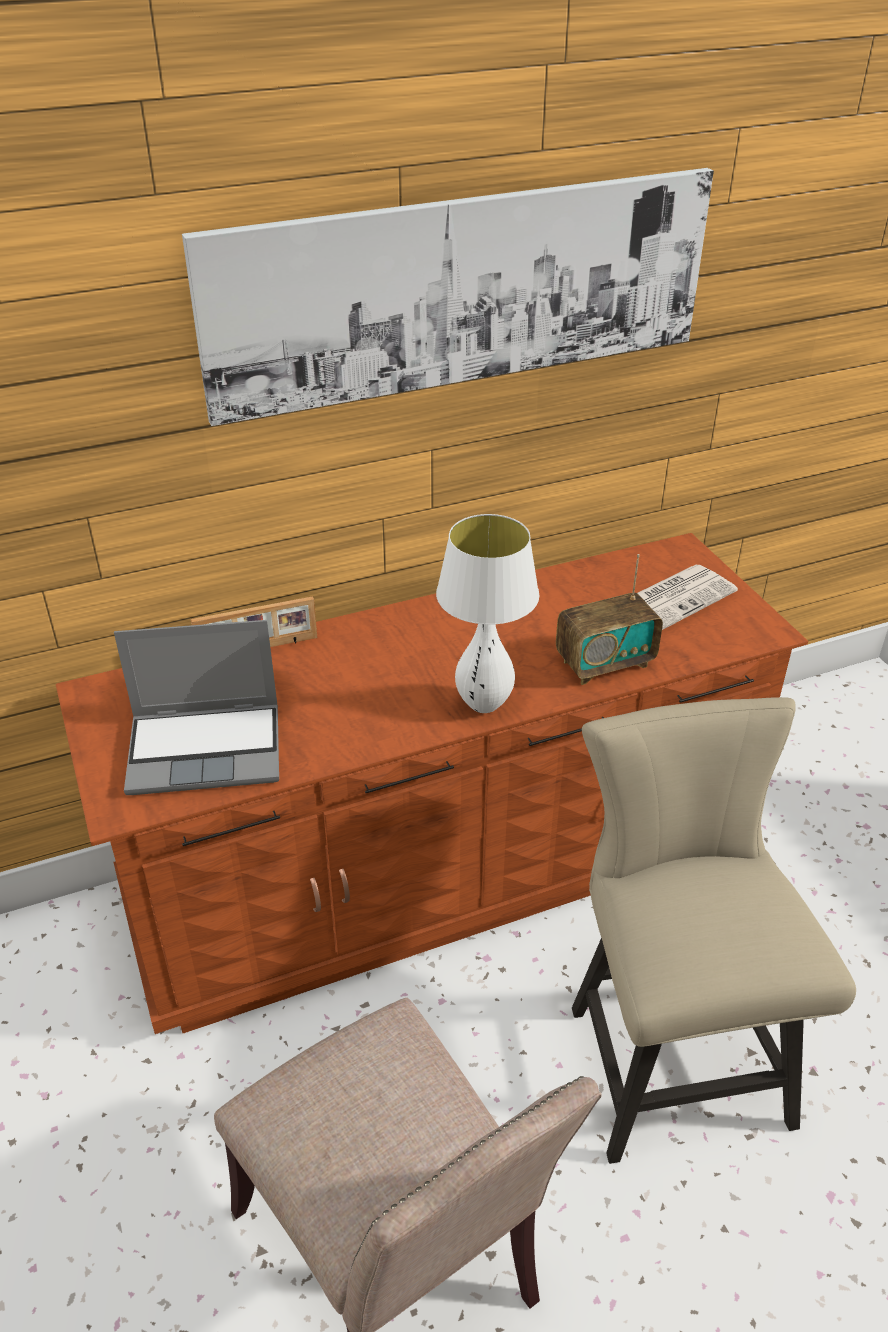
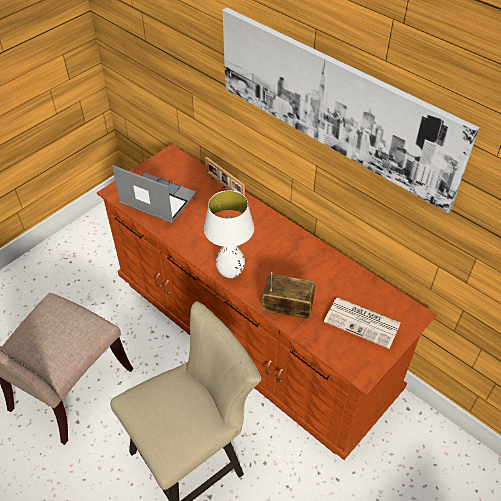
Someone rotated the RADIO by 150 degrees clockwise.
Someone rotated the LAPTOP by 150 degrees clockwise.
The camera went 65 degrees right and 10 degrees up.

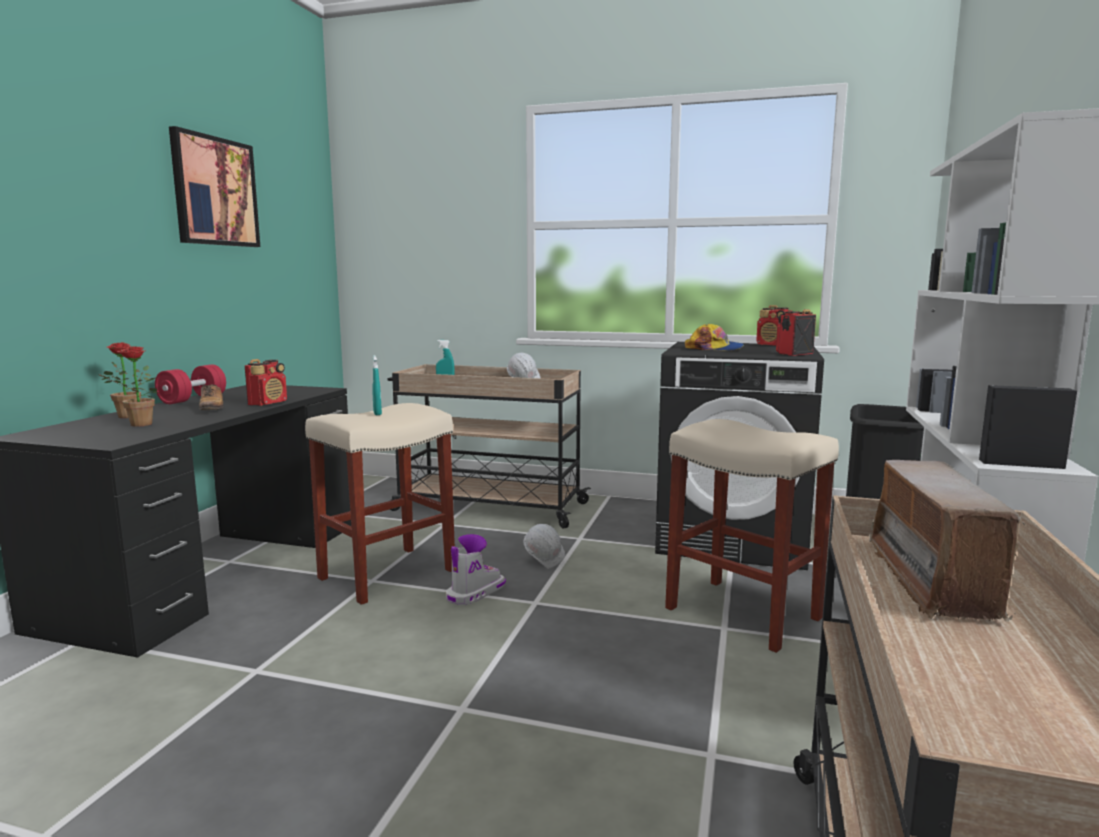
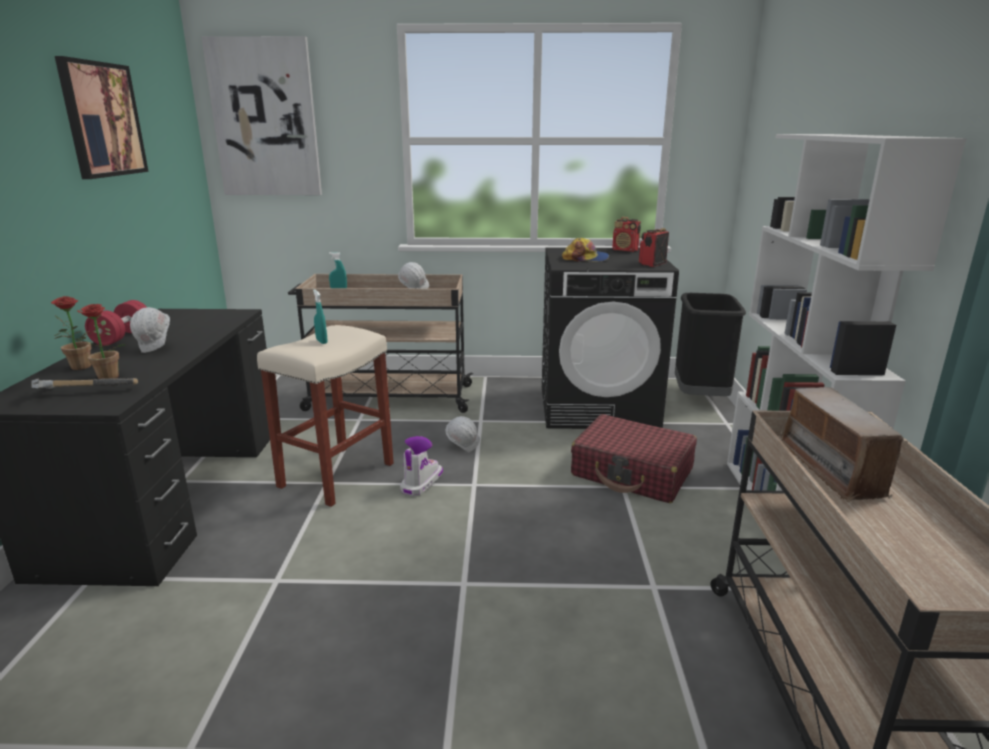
Someone took away the RADIO (no. 1 from left).
Someone swapped the SHOE for the WHITE HARD HAT (no. 1 from left).
Someone swapped the BEIGE STOOL (no. 2 from left) for the RED SUITCASE.
Someone put up the PICTURE (no. 2 from left).
Someone put down the HAMMER.
The camera went 15 degrees left and 10 degrees up.

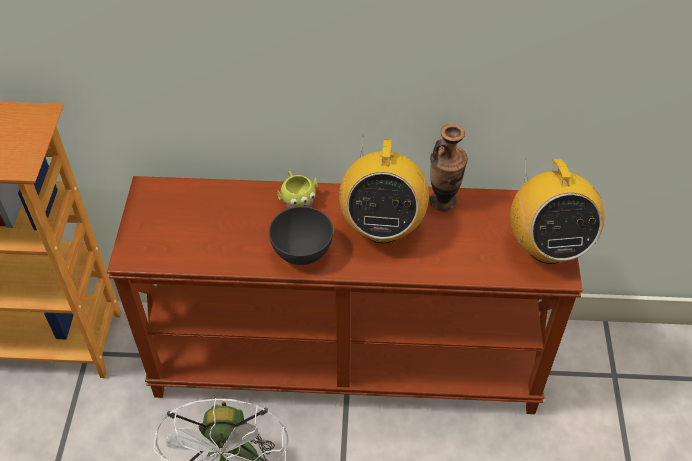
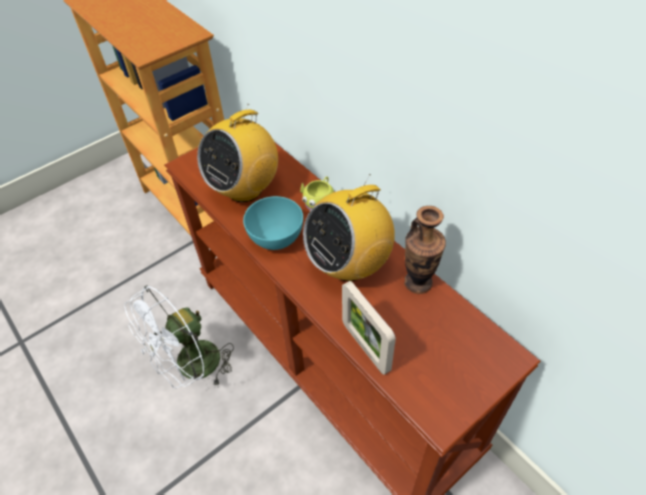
Someone carried the RADIO (no. 2 from left in the first image).
Someone repainted the GREY BOWL, which became the TURQUOISE BOWL.
Someone put down the PICTURE FRAME.
The camera went 50 degrees right and 0 degrees up.

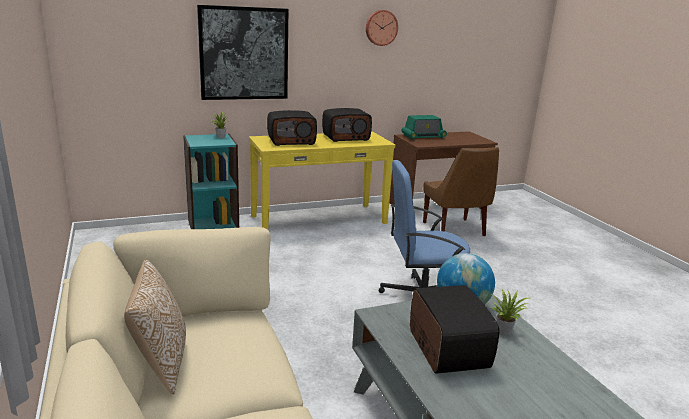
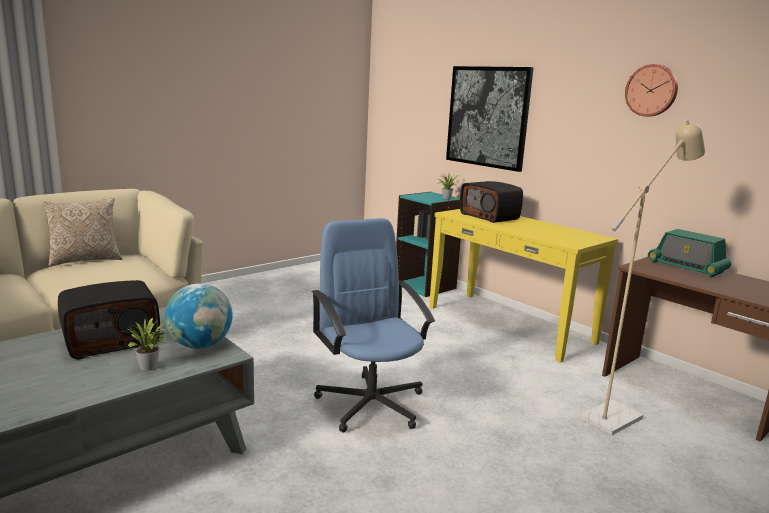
Someone took away the RADIO (no. 2 from left).
Someone swapped the BROWN CHAIR for the BEIGE FLOOR LAMP.
The camera went 70 degrees right and 5 degrees down.

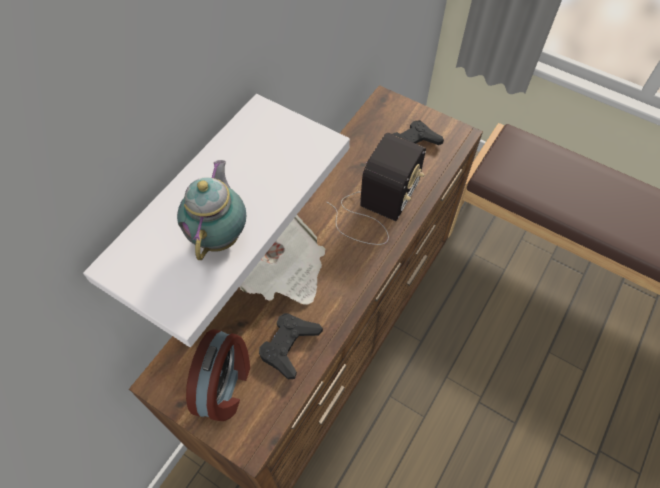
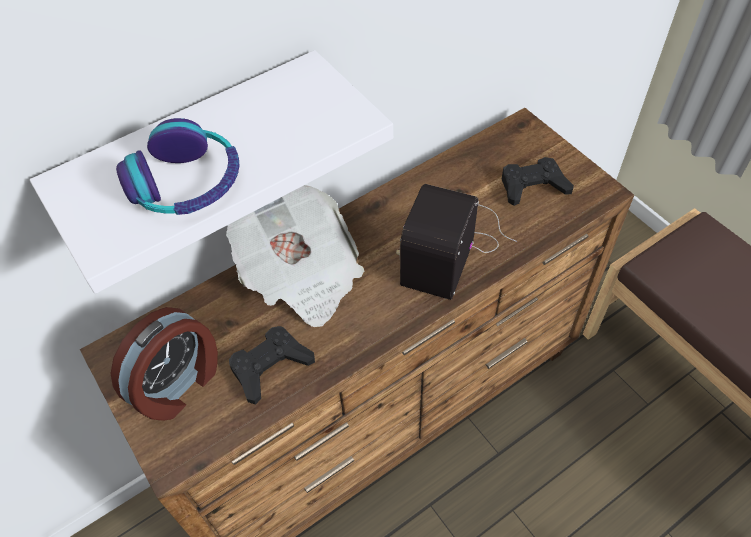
Someone rotated the RADIO by 150 degrees clockwise.
Someone swapped the TEAPOT for the HEADPHONES.
The camera went 25 degrees right and 5 degrees down.

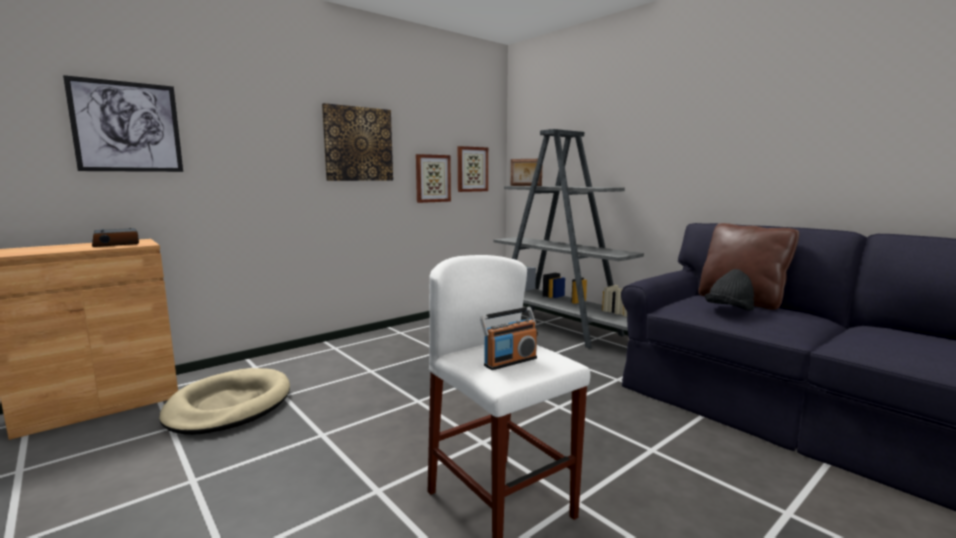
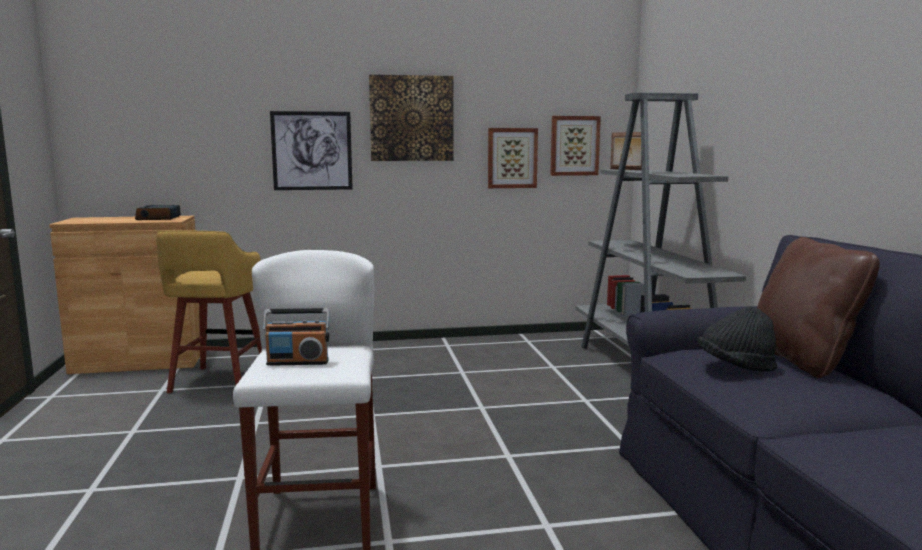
Someone carried the PICTURE (no. 1 from left).
Someone swapped the BEIGE DOG BED for the YELLOW STOOL.
The camera went 30 degrees right and 0 degrees up.

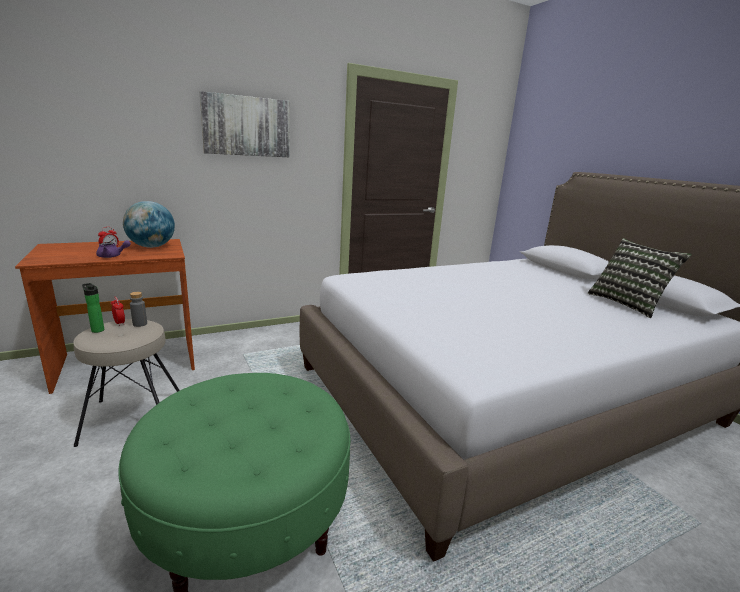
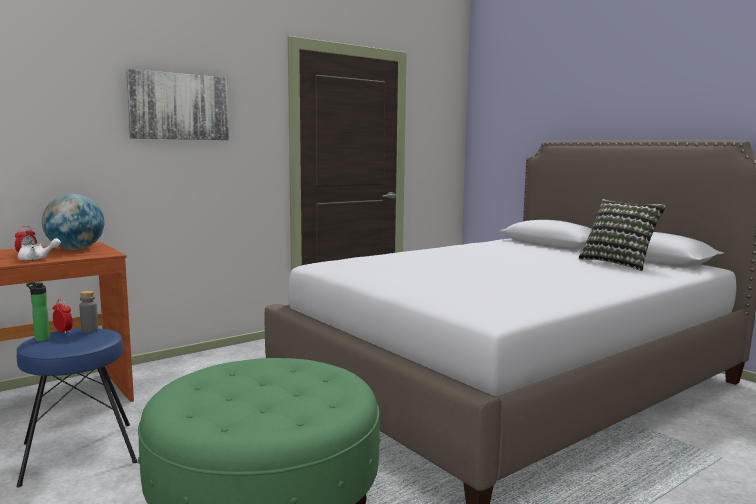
Someone repainted the PURPLE TEAPOT, which became the WHITE TEAPOT.
Someone repainted the BEIGE STOOL, which became the BLUE STOOL.
The camera went 10 degrees left and 10 degrees down.

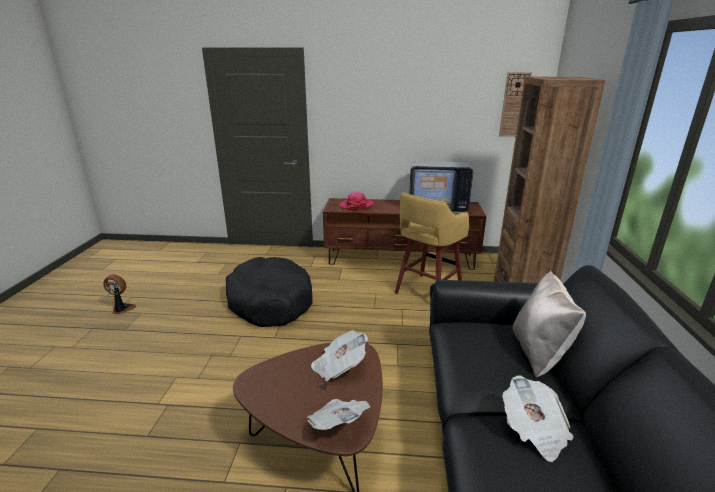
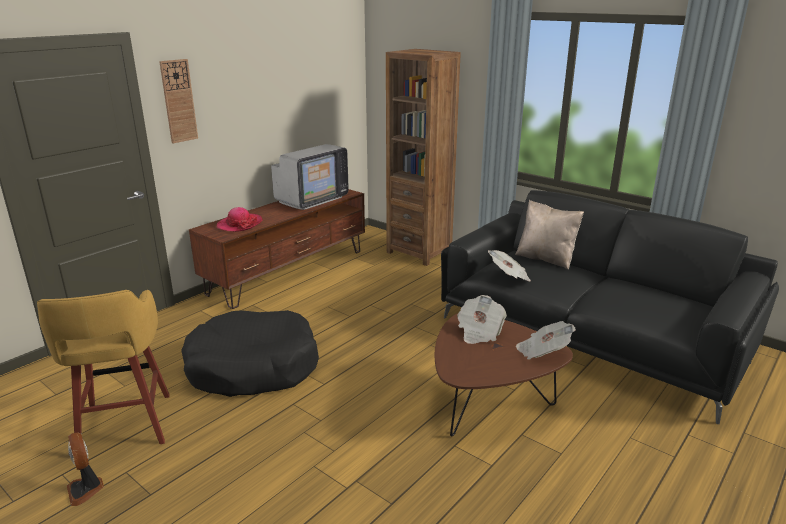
Someone carried the WALL CLOCK.
Someone carried the YELLOW STOOL.
Someone rotated the FAN by 75 degrees counterclockwise.
Someone carried the NEWSPAPER (no. 3 from left in the first image).
The camera went 55 degrees left and 0 degrees up.

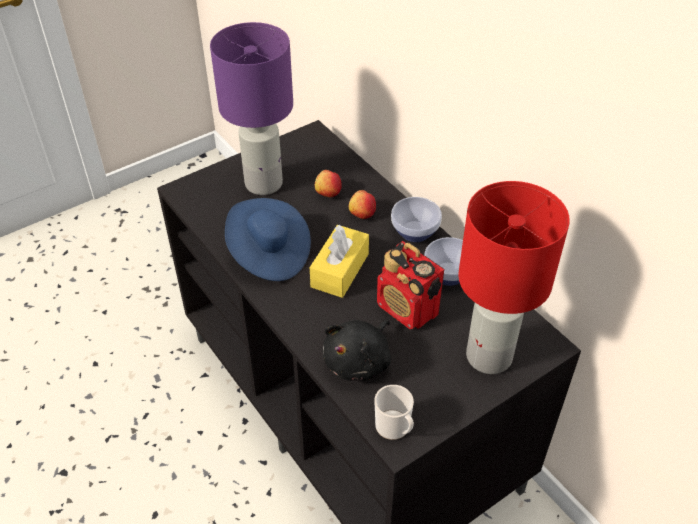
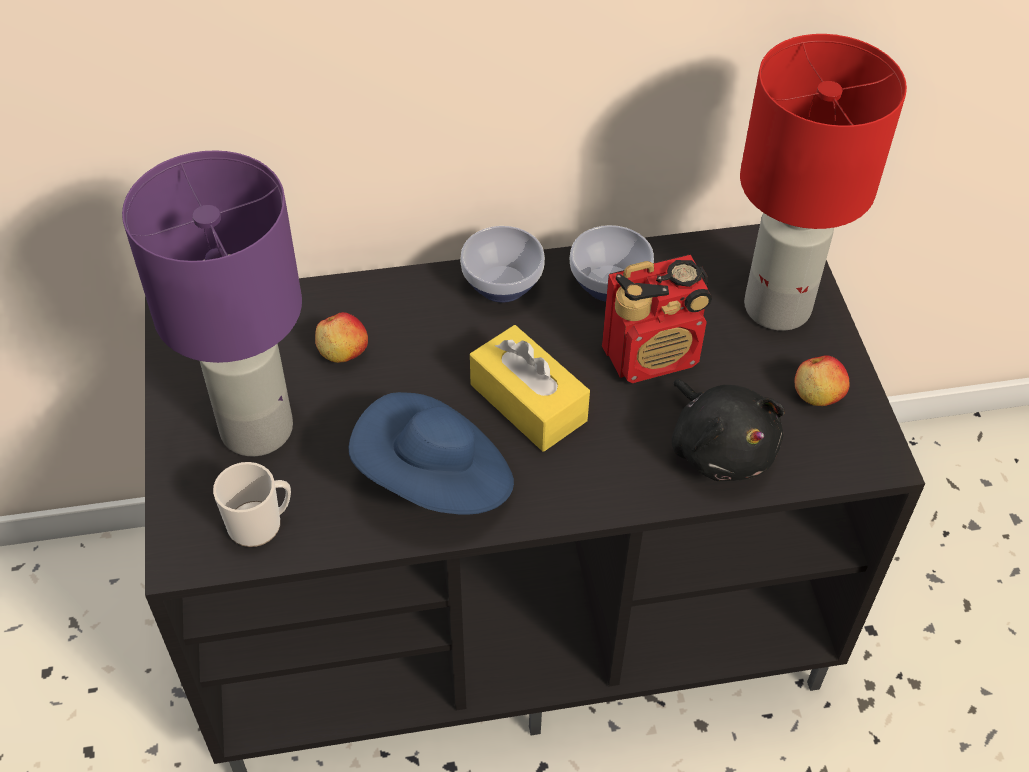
Someone carried the APPLE (no. 2 from left).
Someone carried the MUG.
The camera went 65 degrees left and 5 degrees up.

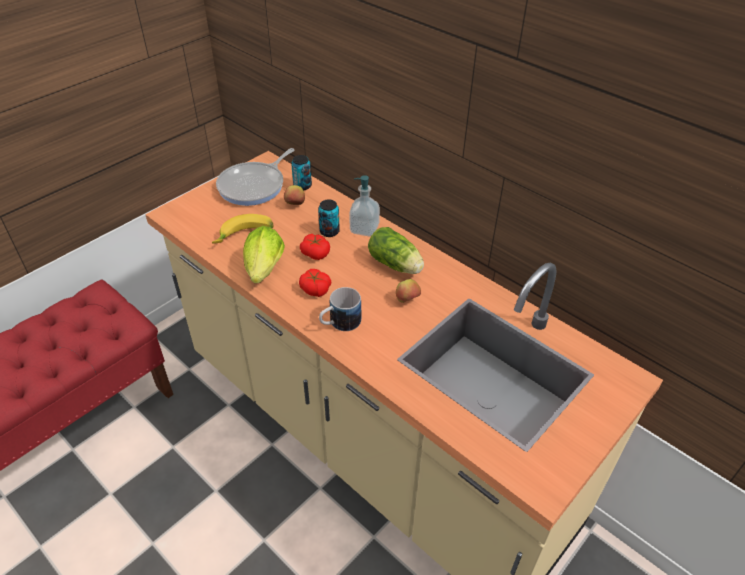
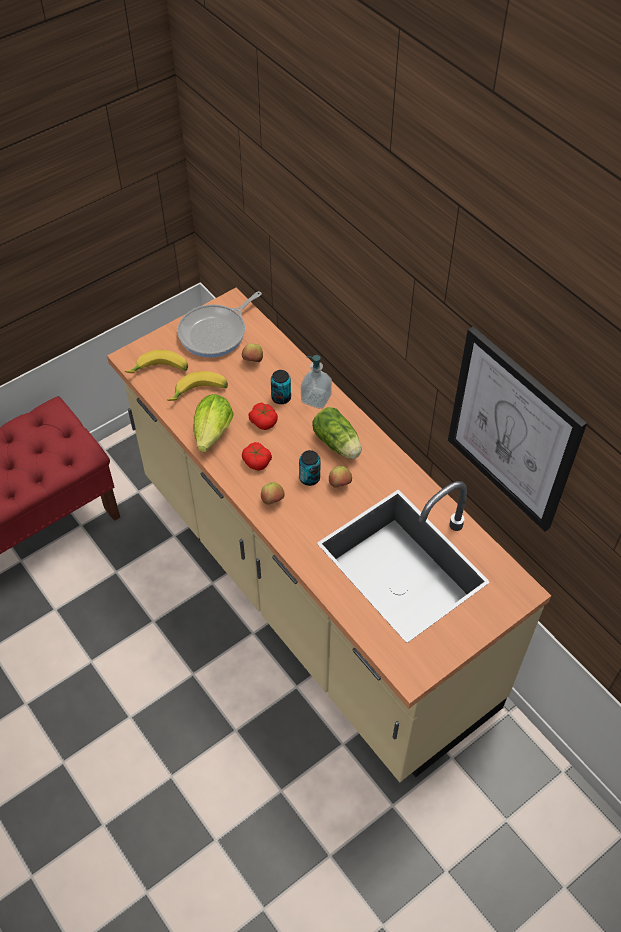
Someone carried the CAN (no. 1 from left in the first image).
Someone swapped the MUG for the APPLE (no. 2 from left).
Someone put up the PICTURE.
Someone put down the BANANA (no. 1 from left).
The camera went 10 degrees right and 10 degrees up.

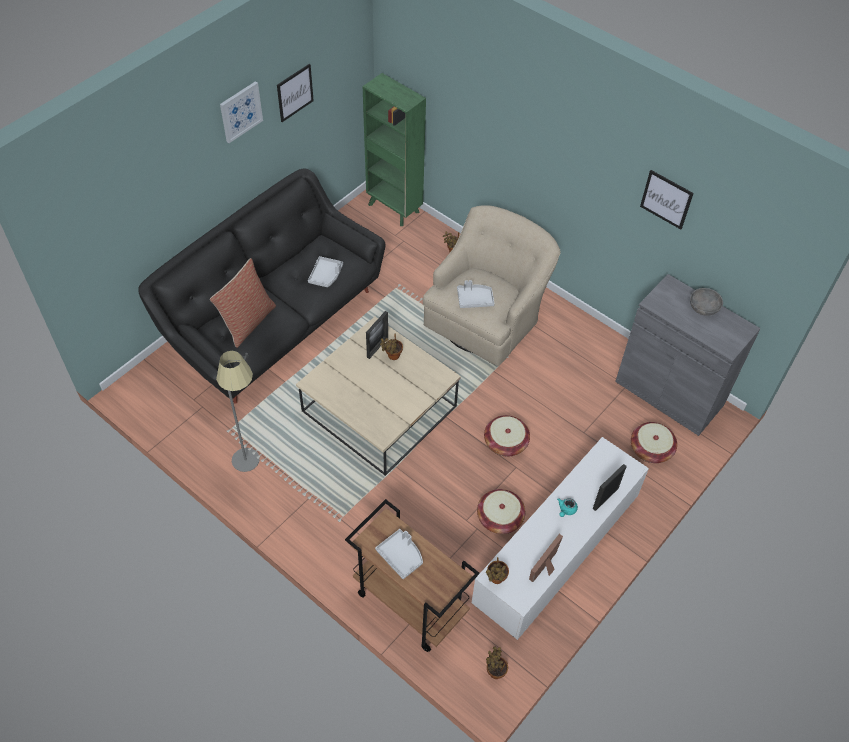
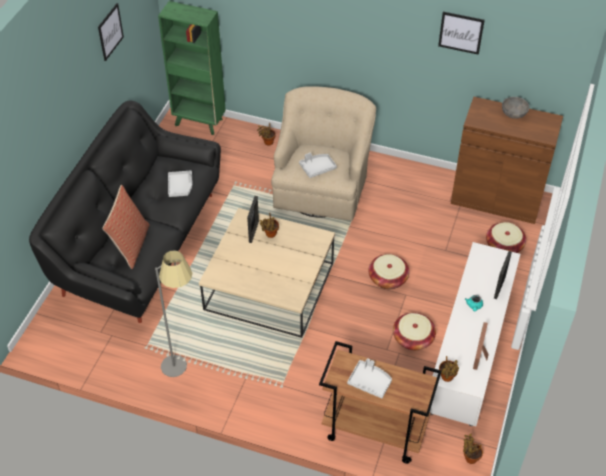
Someone took away the PICTURE (no. 1 from left).
Someone repainted the GREY CABINET, which became the BROWN CABINET.
The camera went 20 degrees left and 5 degrees down.

